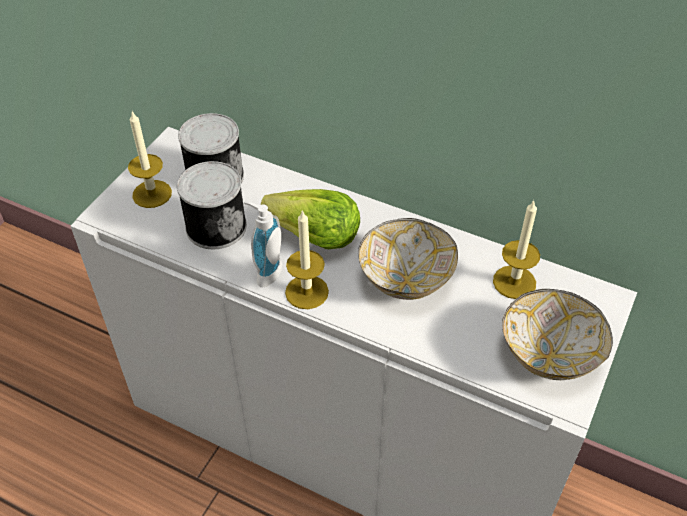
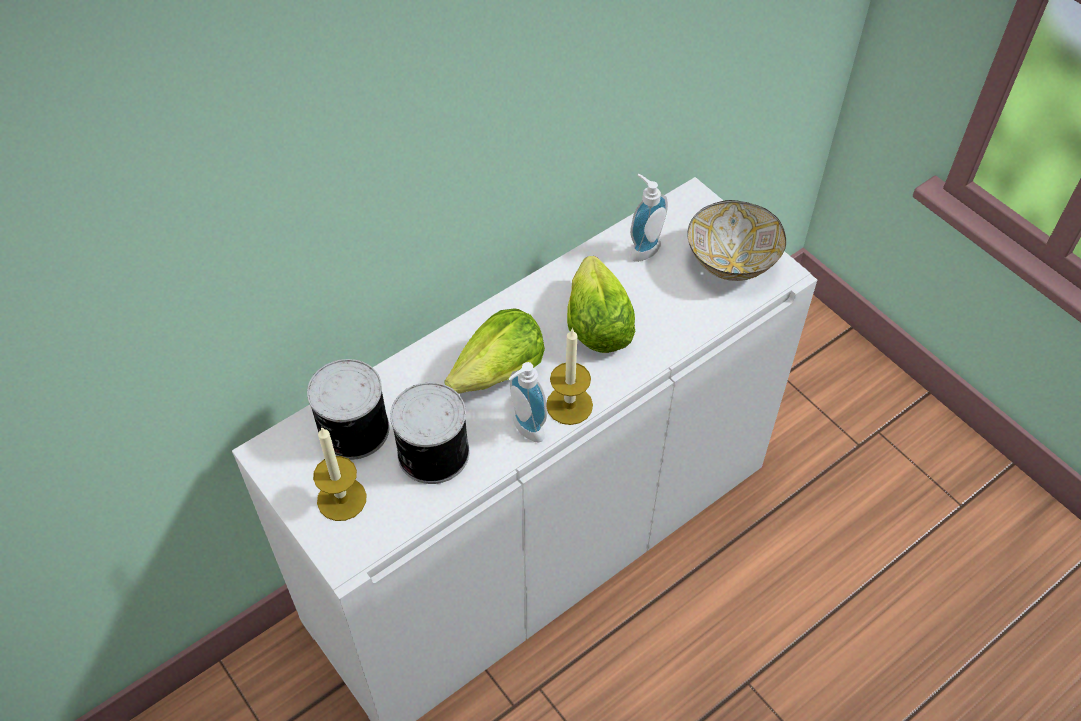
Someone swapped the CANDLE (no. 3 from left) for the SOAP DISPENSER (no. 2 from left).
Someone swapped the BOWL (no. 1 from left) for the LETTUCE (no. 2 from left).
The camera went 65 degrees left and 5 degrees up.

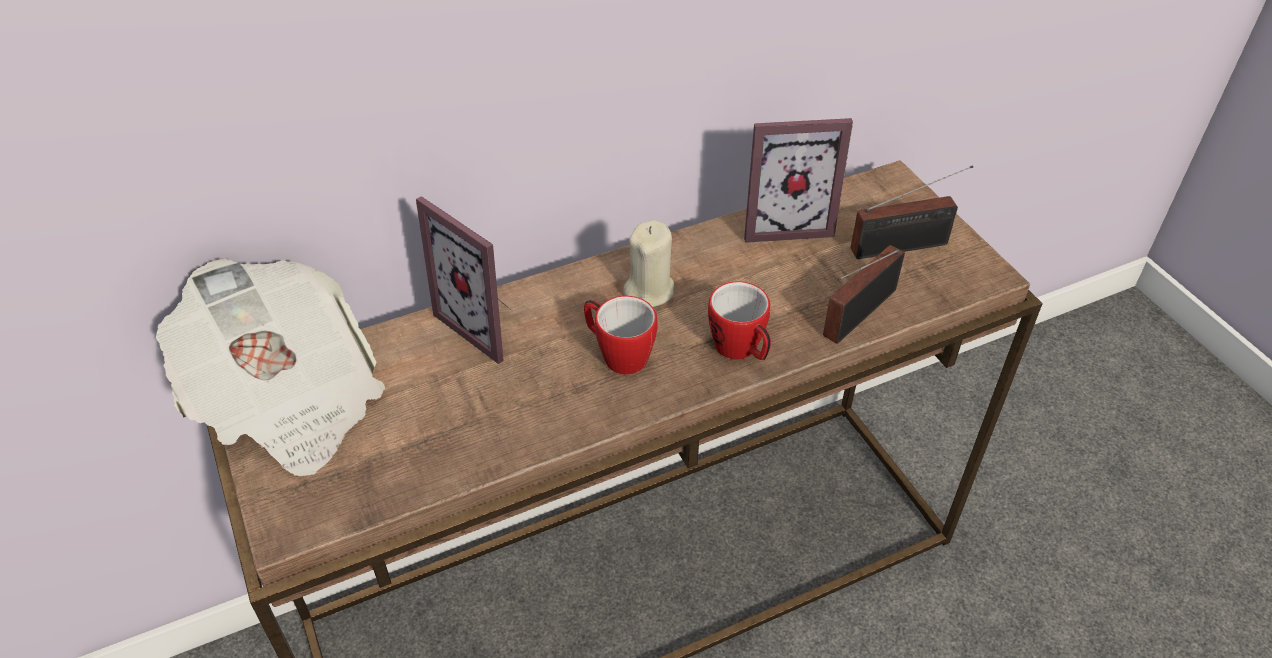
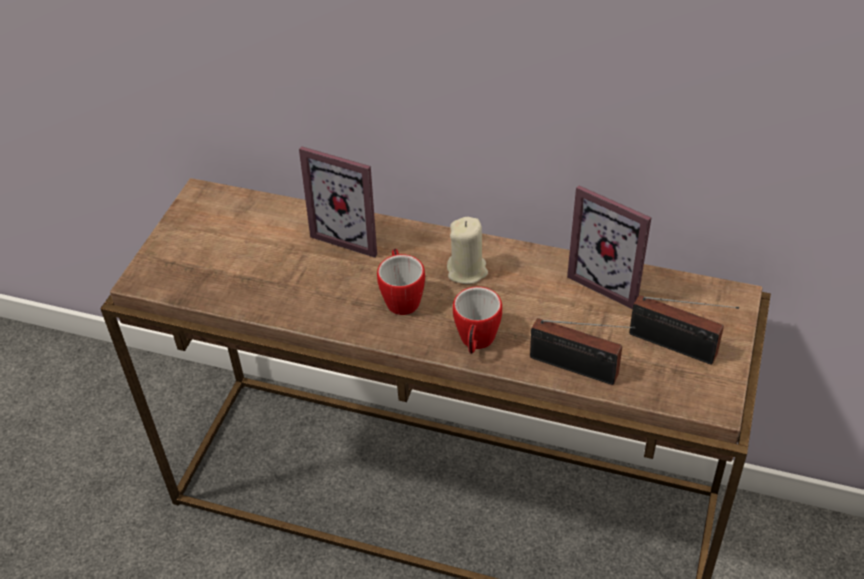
Someone rotated the PICTURE FRAME (no. 1 from left) by 60 degrees counterclockwise.
Someone rotated the RADIO (no. 1 from left) by 150 degrees counterclockwise.
Someone took away the NEWSPAPER.
The camera went 45 degrees right and 0 degrees up.

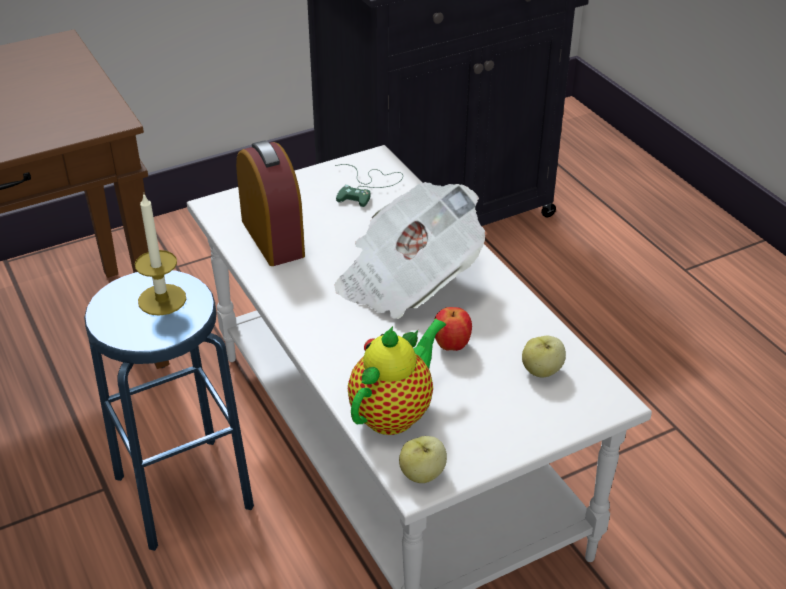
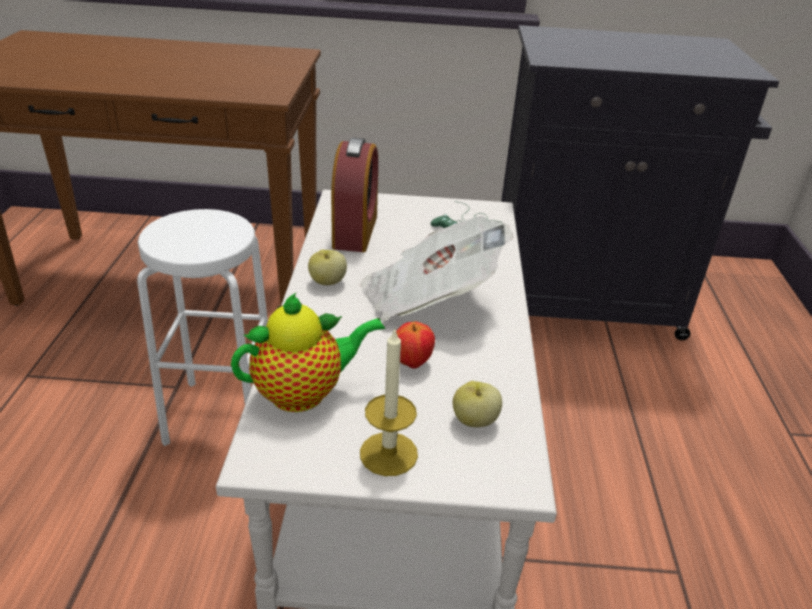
Someone carried the CANDLE.
Someone repainted the BLUE STOOL, which became the WHITE STOOL.
Someone carried the APPLE (no. 1 from left).
The camera went 30 degrees right and 5 degrees down.

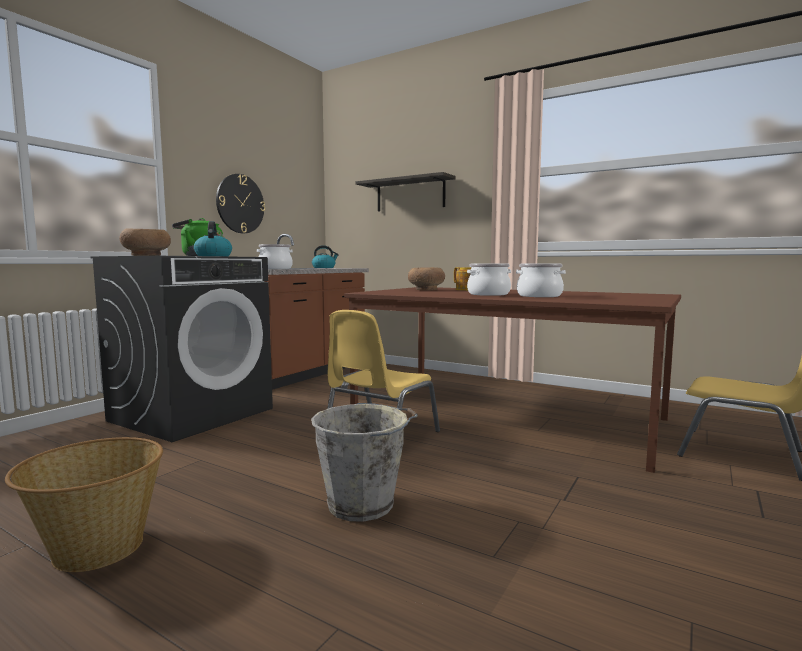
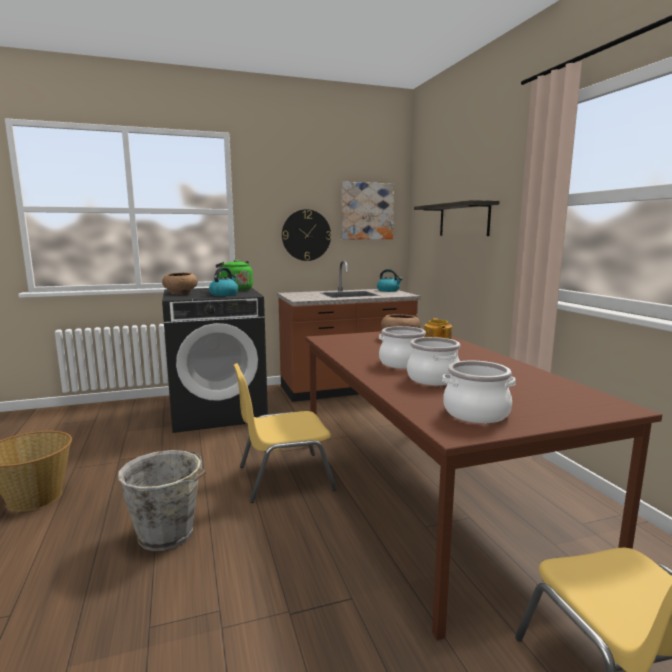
Someone carried the COOKING POT (no. 1 from left in the first image).
Someone put up the PICTURE.
The camera went 40 degrees right and 5 degrees up.

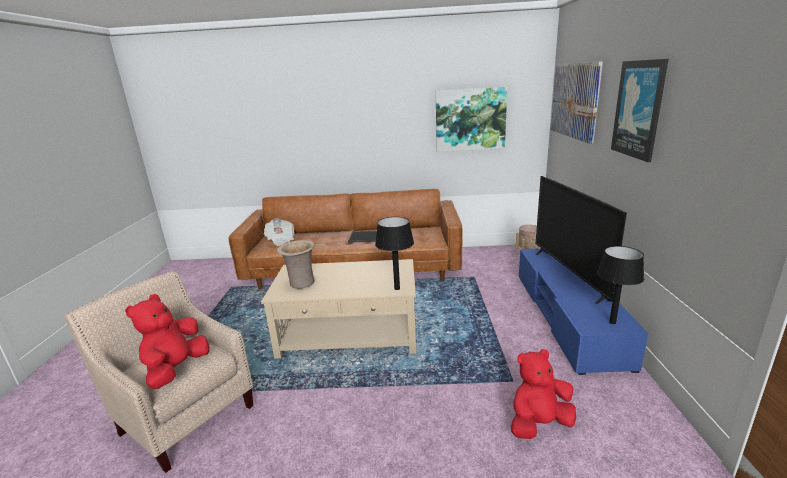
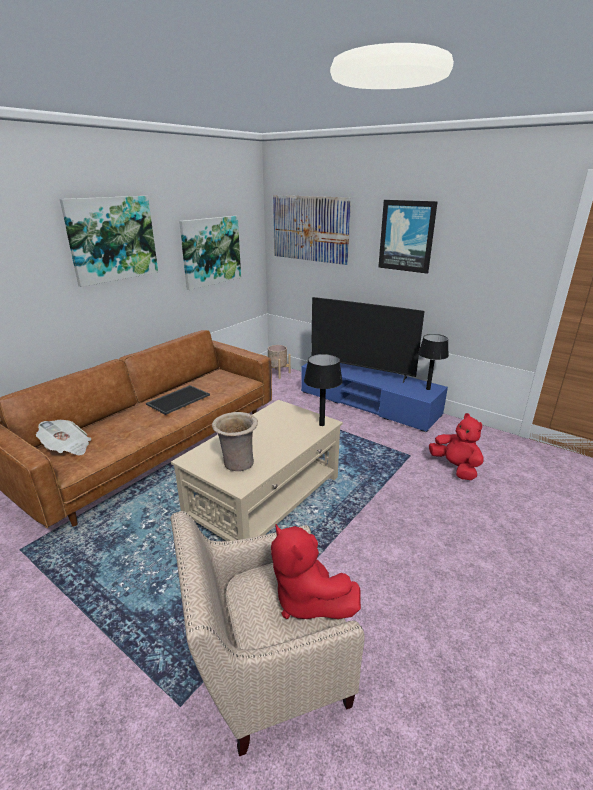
Someone rotated the RED PLUSH TOY (no. 2 from left) by 135 degrees clockwise.
Someone put up the PICTURE (no. 1 from left).
The camera went 55 degrees left and 5 degrees up.

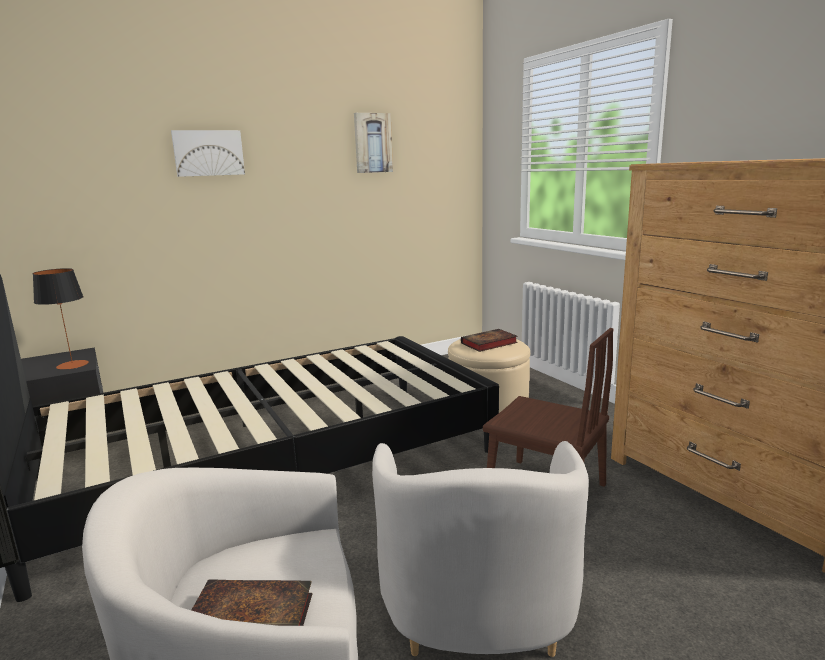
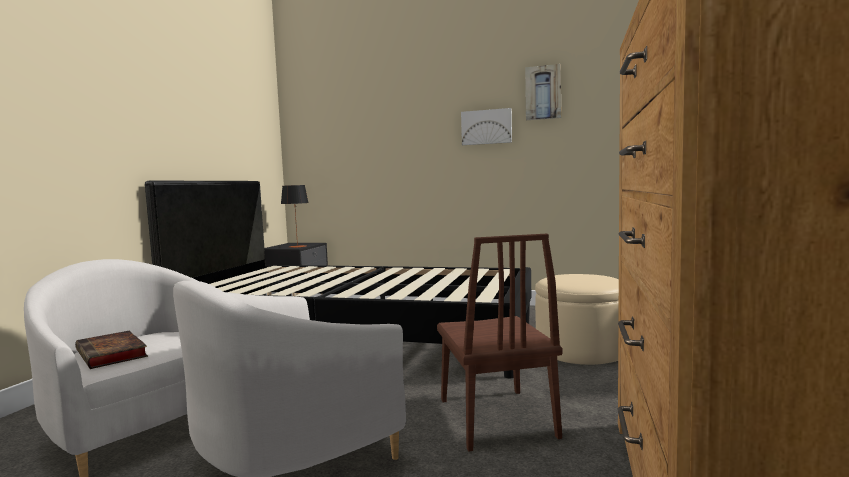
Someone carried the PICTURE (no. 1 from left).
Someone took away the BOOK (no. 2 from left).
The camera went 45 degrees right and 10 degrees down.

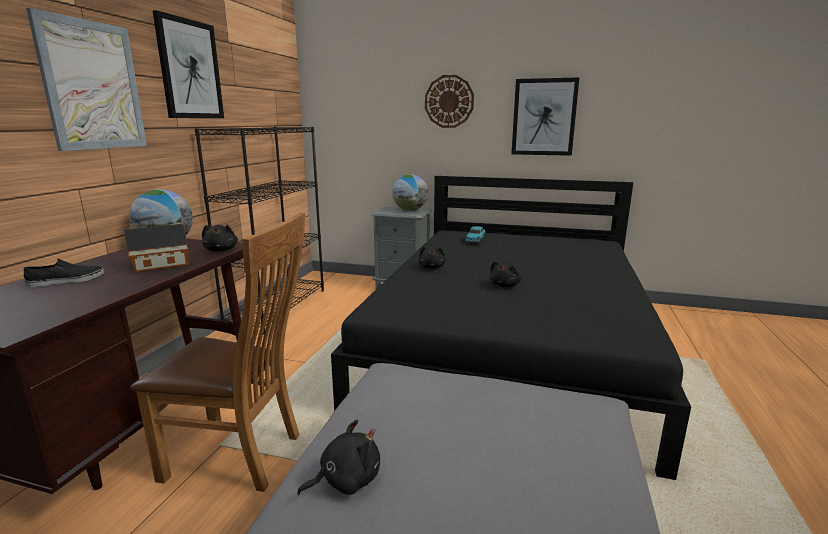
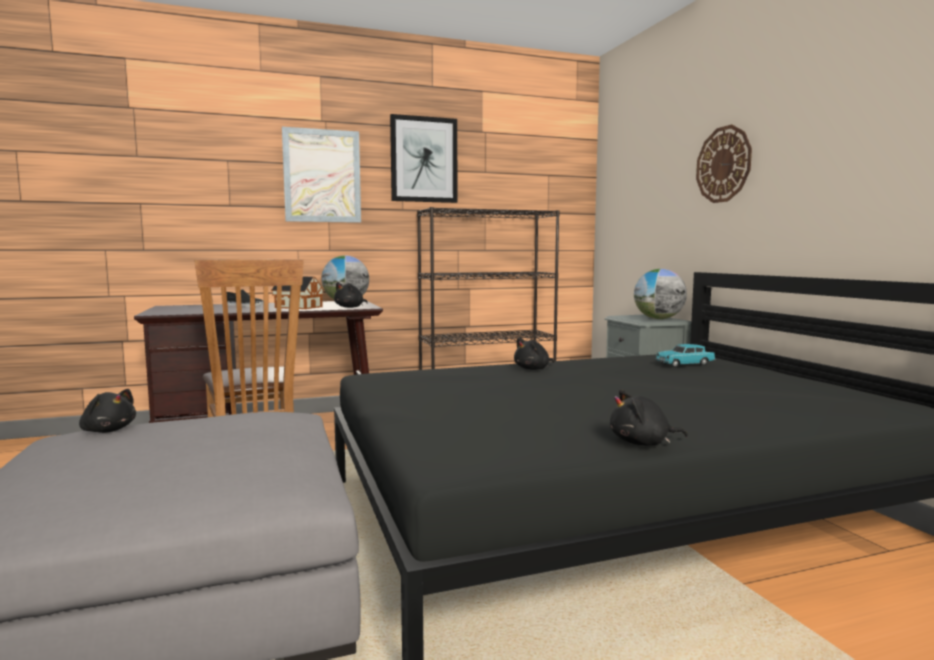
Someone took away the PICTURE (no. 3 from left).
Someone carried the BLACK PLUSH TOY (no. 4 from left).
The camera went 55 degrees right and 10 degrees down.

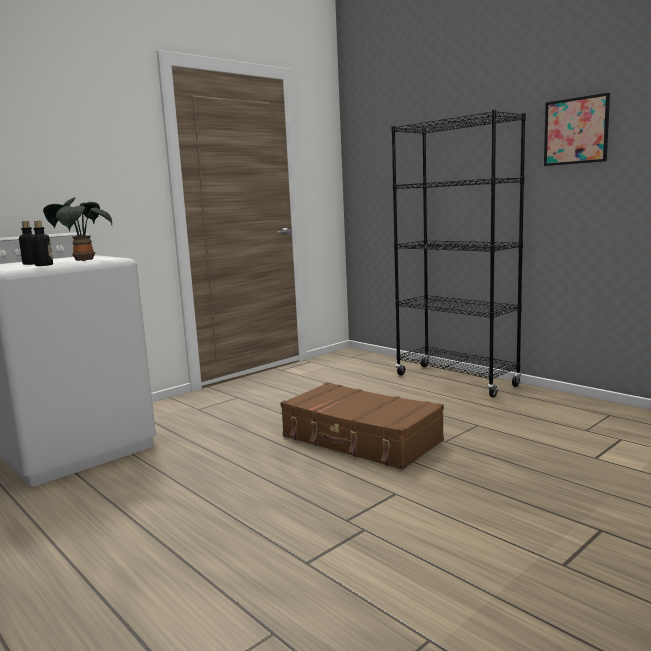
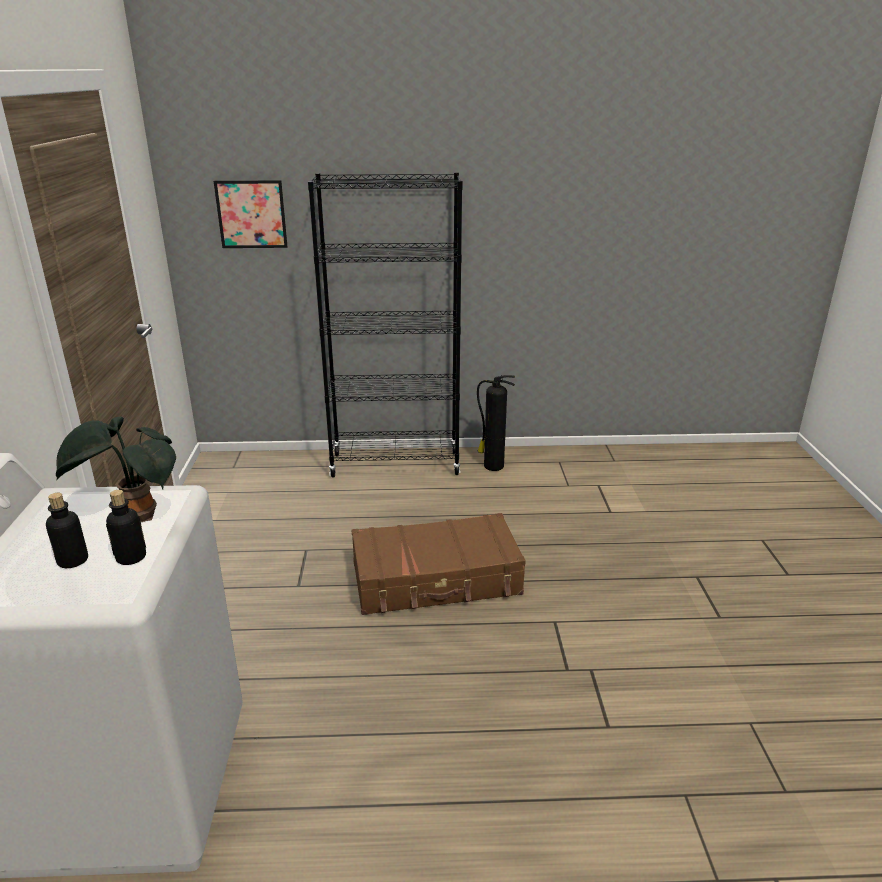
Someone carried the PICTURE.
Someone put down the FIRE EXTINGUISHER.
The camera went 50 degrees left and 15 degrees up.

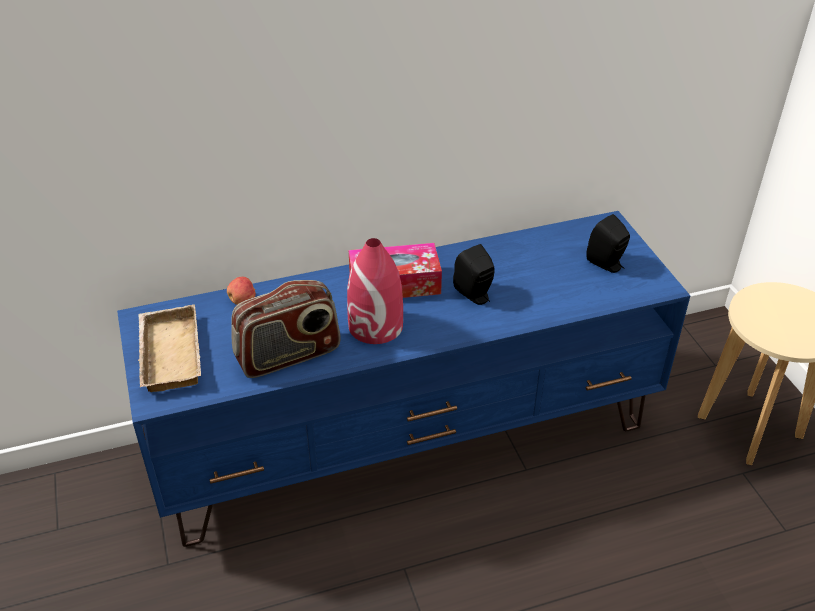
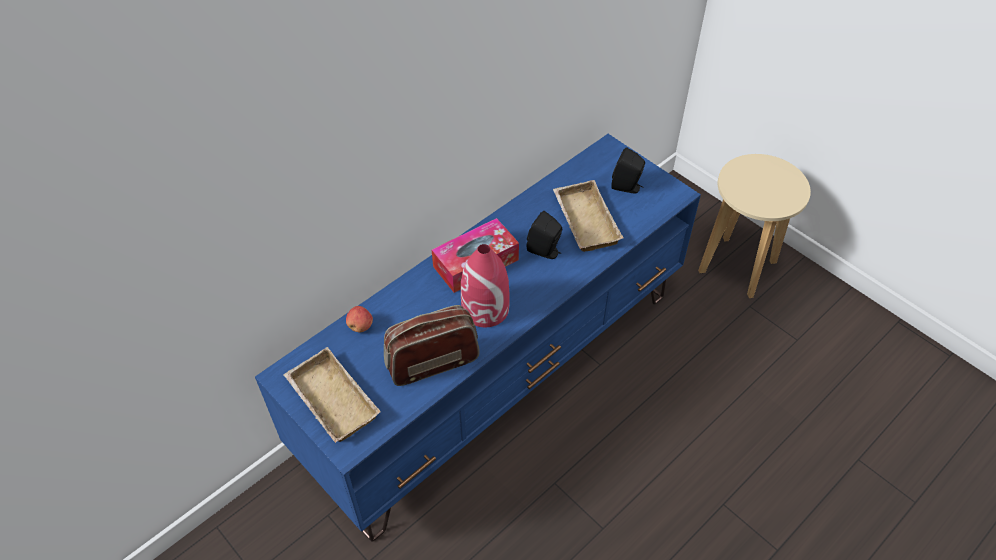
Someone rotated the RADIO by 150 degrees counterclockwise.
Someone put down the BEIGE TRAY (no. 2 from left).
The camera went 25 degrees left and 10 degrees up.

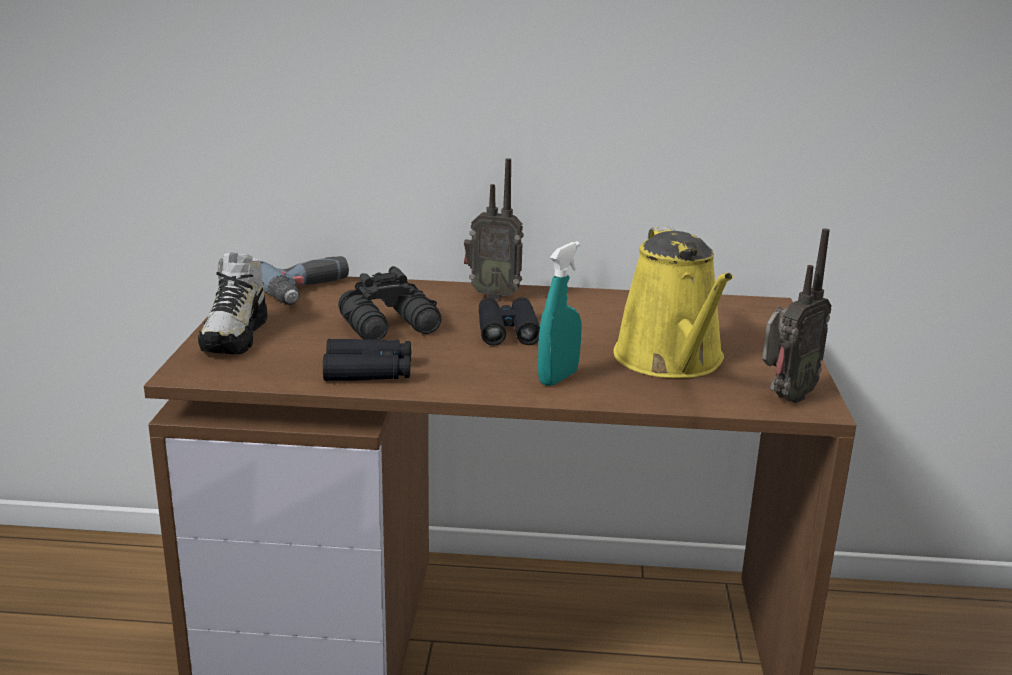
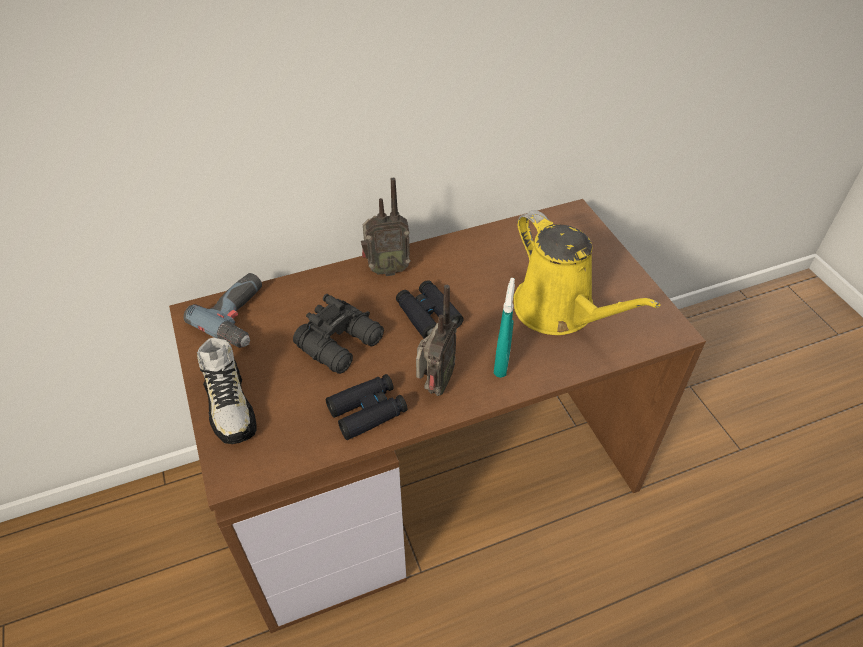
Someone carried the RADIO (no. 2 from left).
The camera went 25 degrees left and 25 degrees up.

